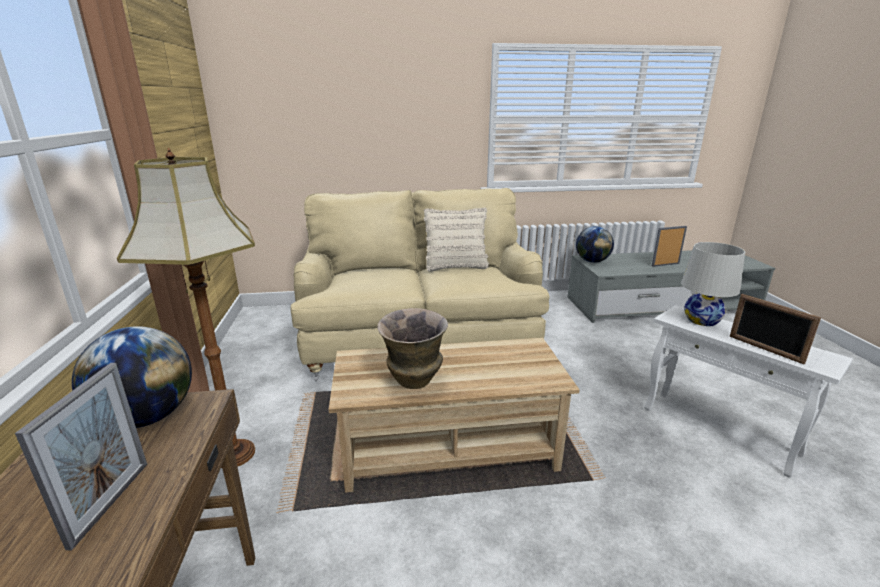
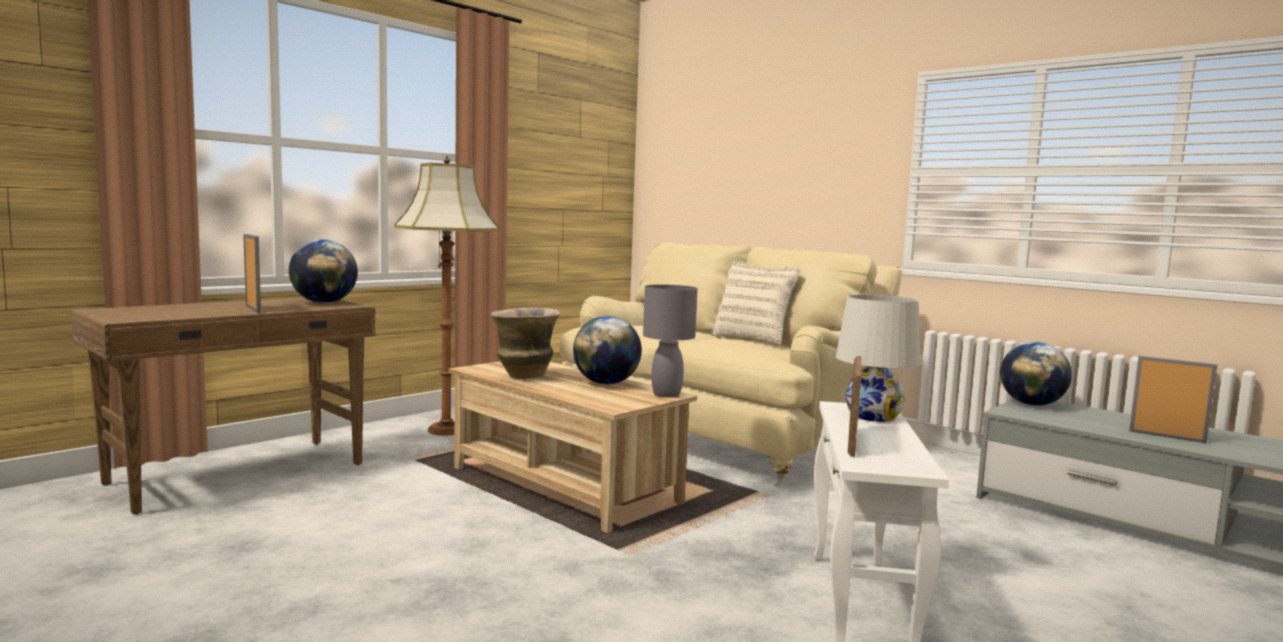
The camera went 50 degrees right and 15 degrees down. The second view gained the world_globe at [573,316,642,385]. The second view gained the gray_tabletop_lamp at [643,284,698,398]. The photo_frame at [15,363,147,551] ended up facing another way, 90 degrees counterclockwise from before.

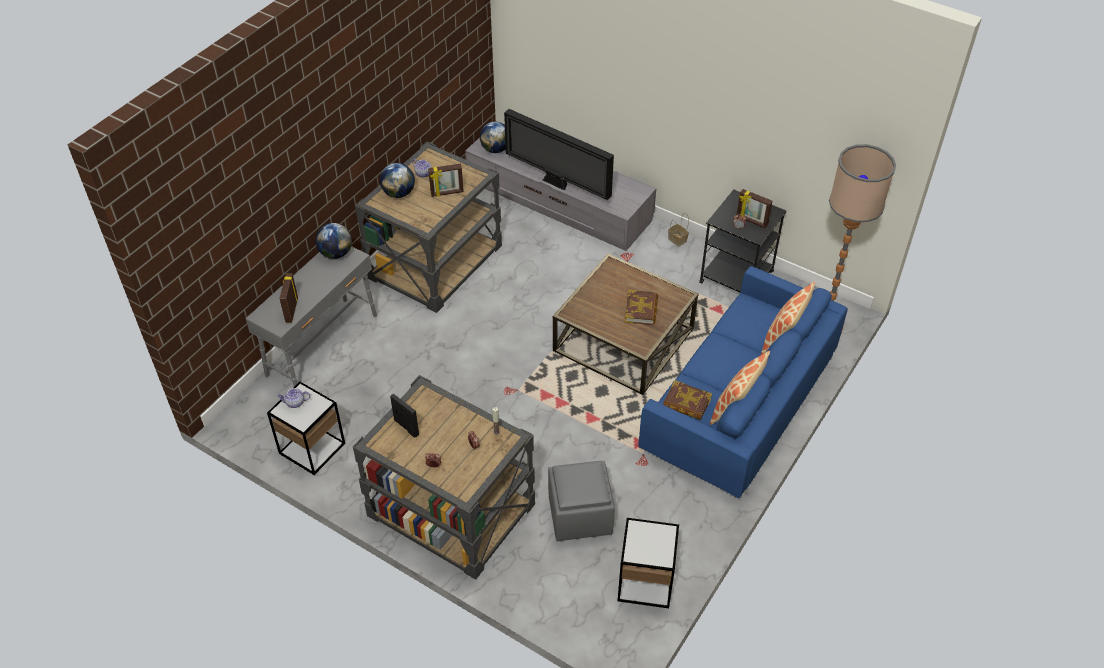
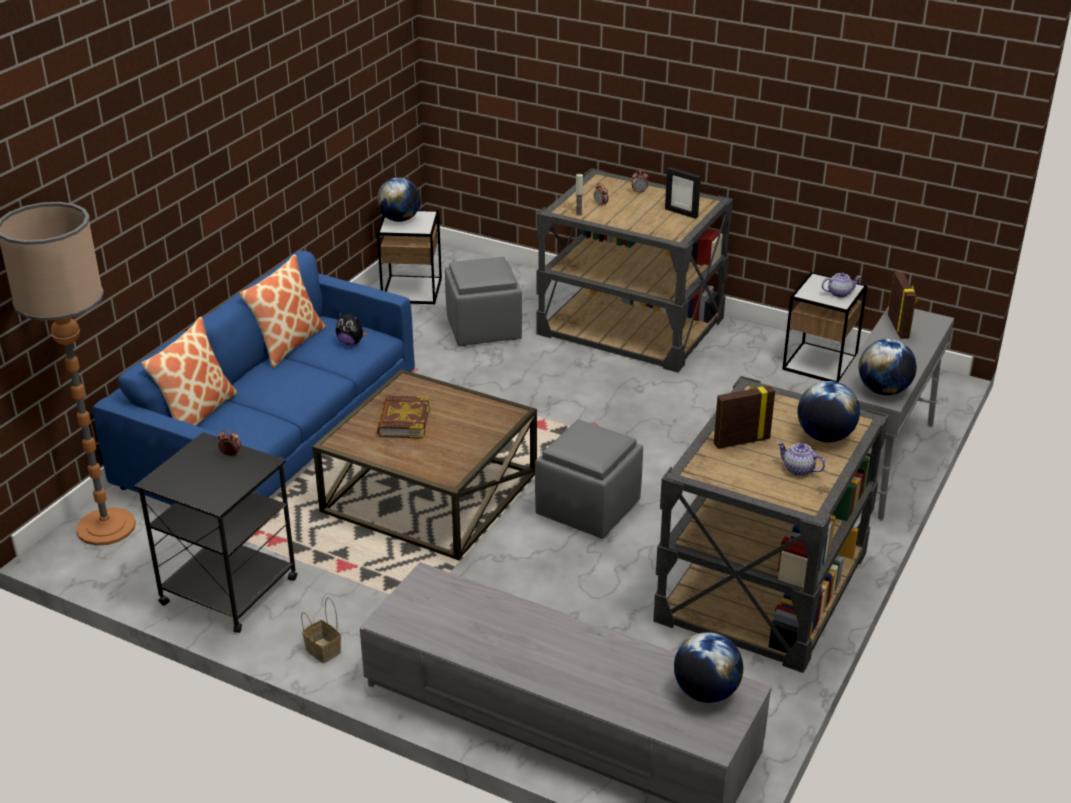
The camera went 175 degrees right and 15 degrees down. The second view lost the television at [504,109,614,200]. The second view lost the photo_frame at [737,189,772,228]. The second view gained the world_globe at [377,178,421,222]. The second view gained the gray_ottoman at [535,419,643,539]. Where the book stood at [663,380,712,420], the cuddly_toy came to stand at [336,311,368,345].

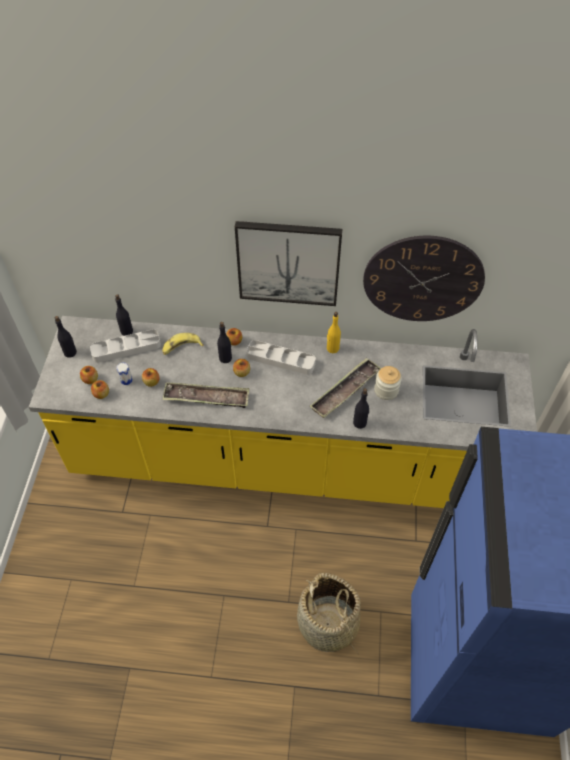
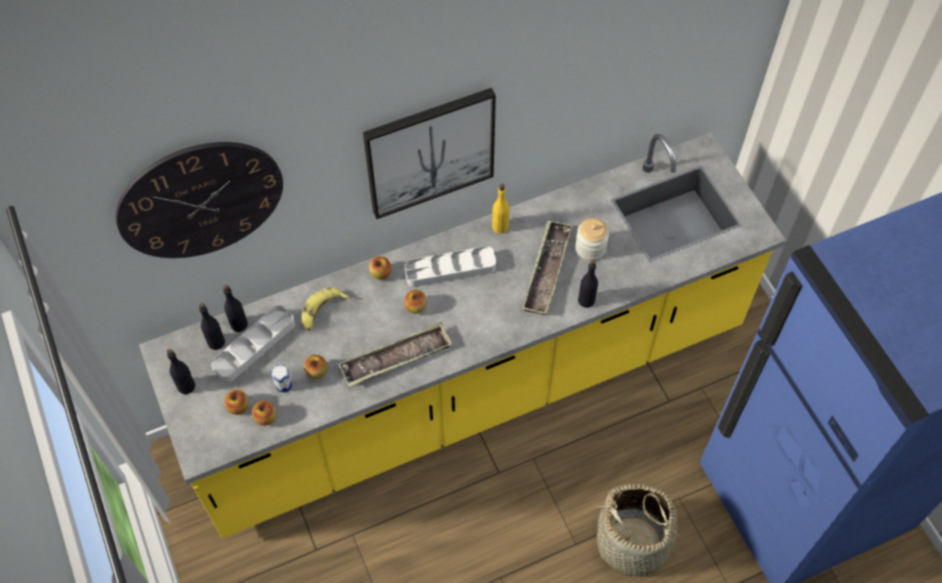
The camera went 30 degrees left and 5 degrees up. The blackish_bottle ended up elsewhere, having gone from [217,322,232,363] to [199,303,225,350]. The clock_on_the_wall ended up elsewhere, having gone from [363,236,485,321] to [116,142,283,258].

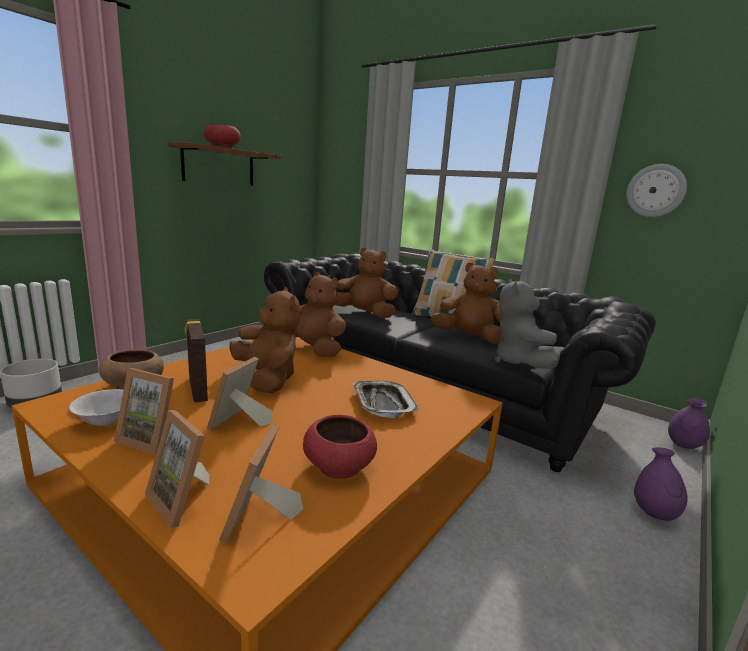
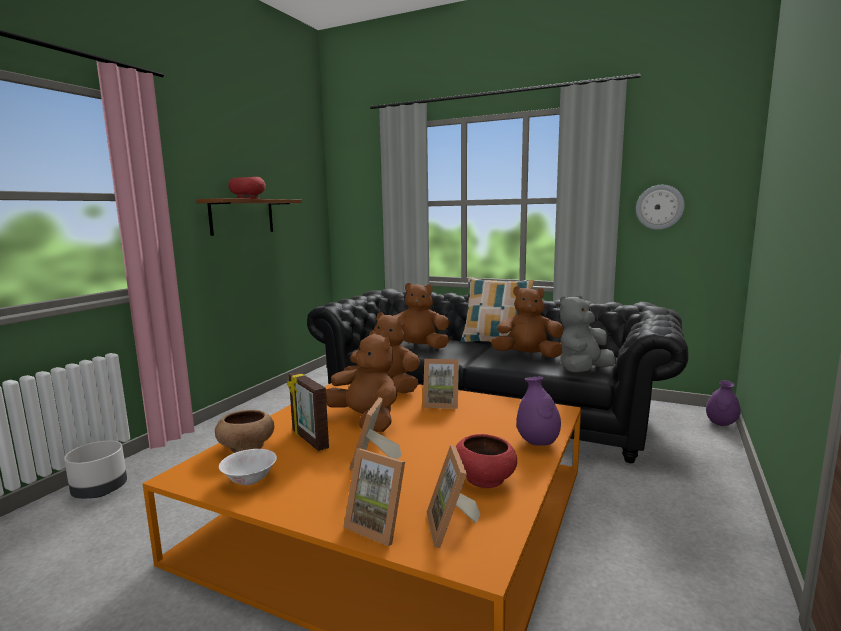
The camera went 10 degrees left and 5 degrees down. The second view lost the tray at [353,380,418,418]. The photo_frame ended up elsewhere, having gone from [114,368,174,455] to [423,359,459,409]. The purple_vase ended up elsewhere, having gone from [634,447,688,521] to [516,377,561,446]. The gray_cuddly_toy at [495,279,564,369] ended up facing another way, 60 degrees clockwise from before.

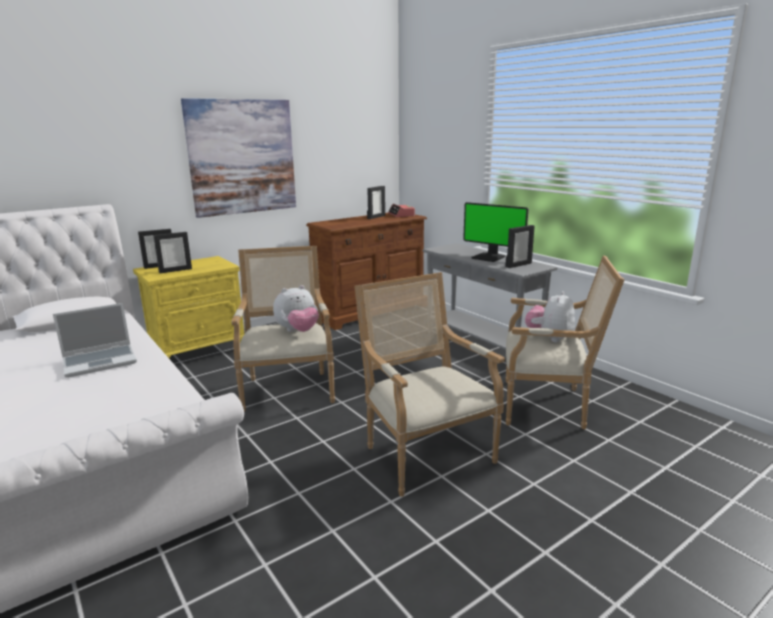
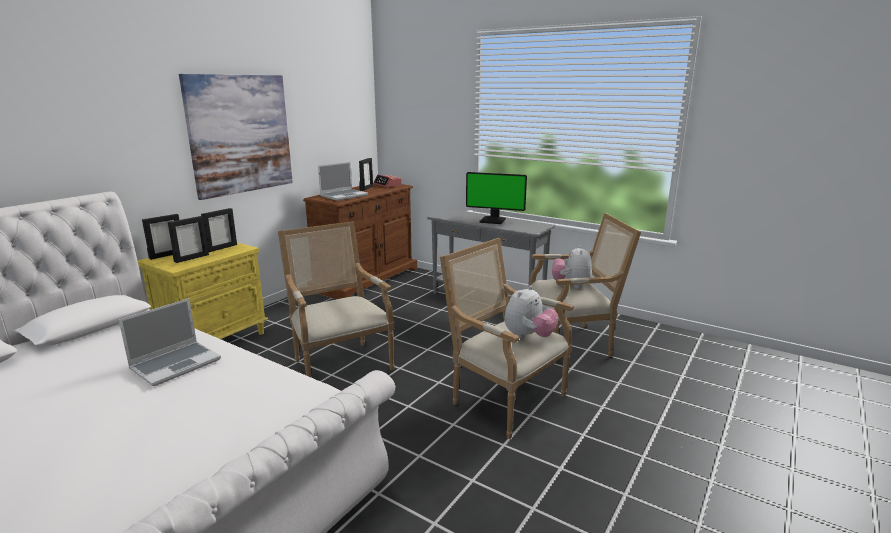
The camera went 20 degrees left and 0 degrees up. The second view gained the notebook_computer at [318,162,368,201]. The cuddly_toy ended up elsewhere, having gone from [273,285,319,332] to [504,285,559,339]. The photo_frame ended up elsewhere, having gone from [505,225,535,268] to [201,208,237,252].

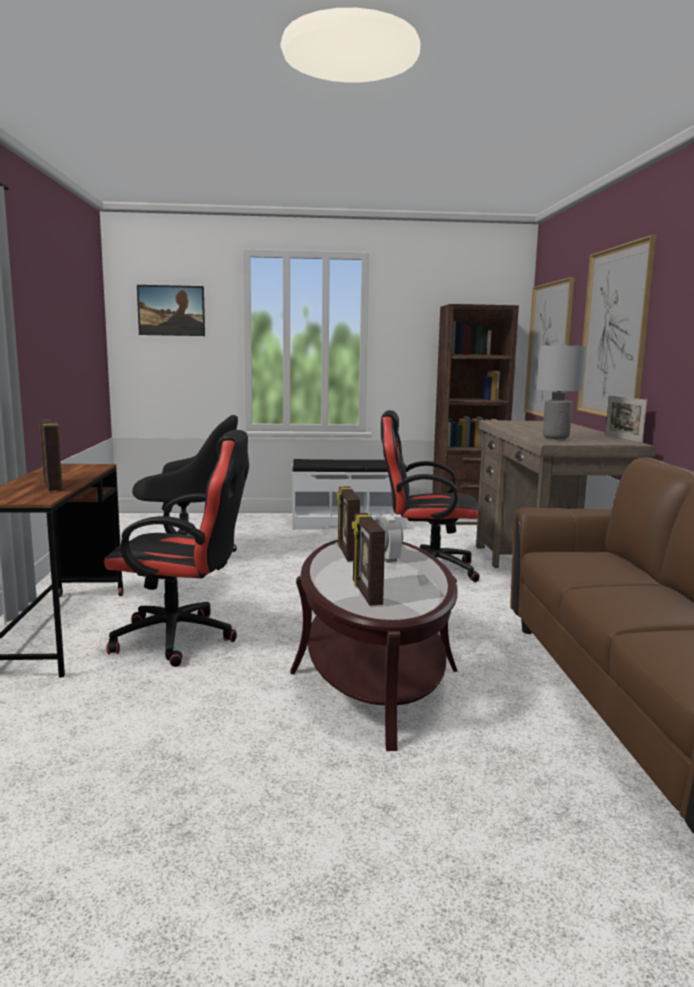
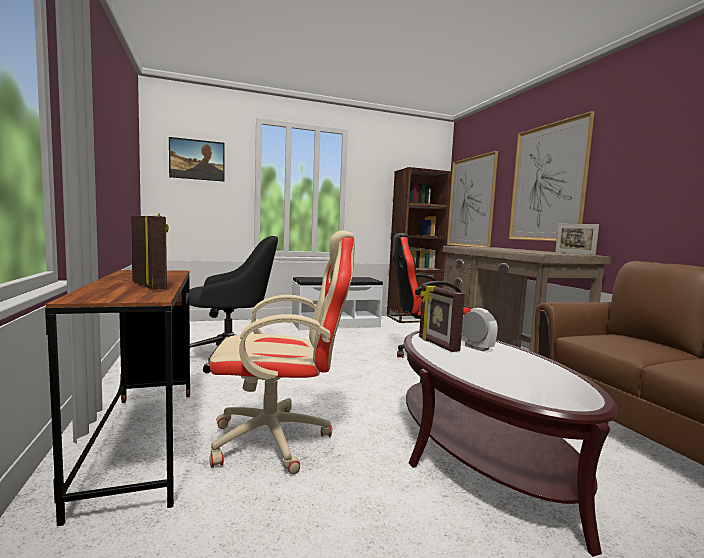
The camera went 15 degrees left and 5 degrees down. The second view lost the photo_frame at [352,513,385,606]. The second view lost the gray_tabletop_lamp at [537,344,587,440]. What was the blackish_office_chair at [104,430,249,667] turned into the beige_office_chair at [209,230,355,474].

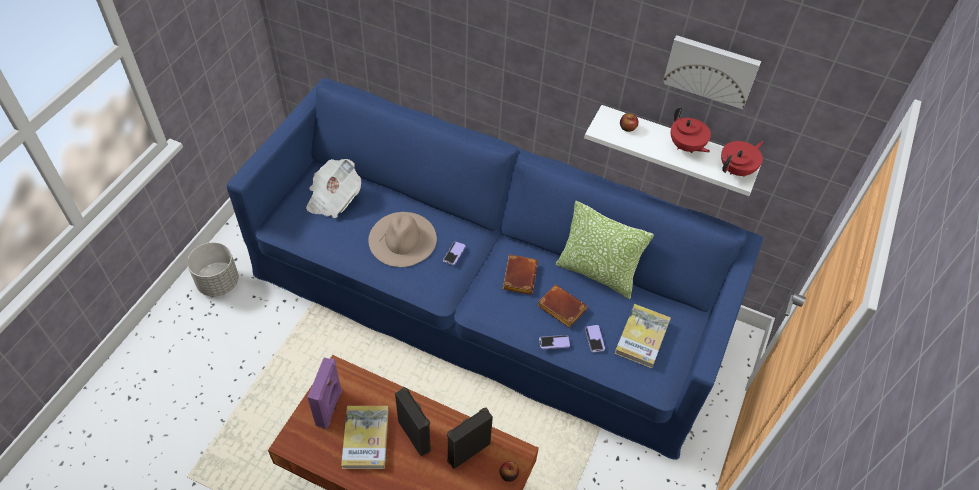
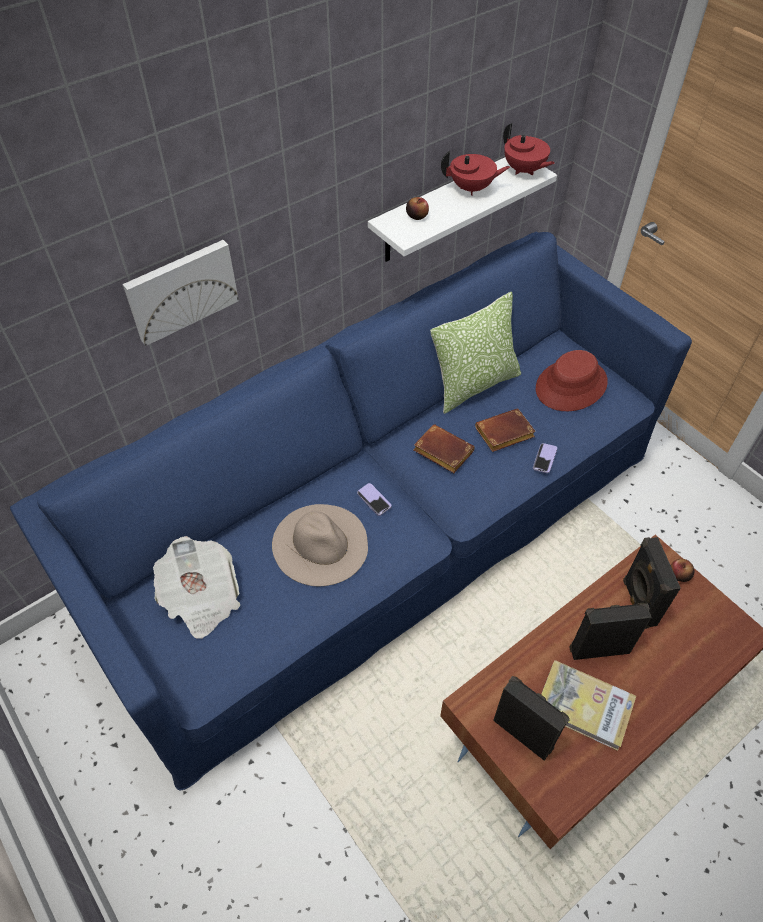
The camera went 60 degrees left and 0 degrees up. The second view lost the gray_flower_pot at [187,242,239,297]. The second view lost the telephone at [585,325,605,353]. The wall_picture ended up elsewhere, having gone from [663,35,761,109] to [123,240,239,346]. Where the book stood at [614,304,671,368], the red_wearable_hat came to stand at [536,350,608,411]. What was the purple_audio_speaker at [307,358,342,429] turned into the blackish_audio_speaker at [493,676,570,761]. The red_teapot at [721,141,763,177] ended up facing another way, 150 degrees clockwise from before.

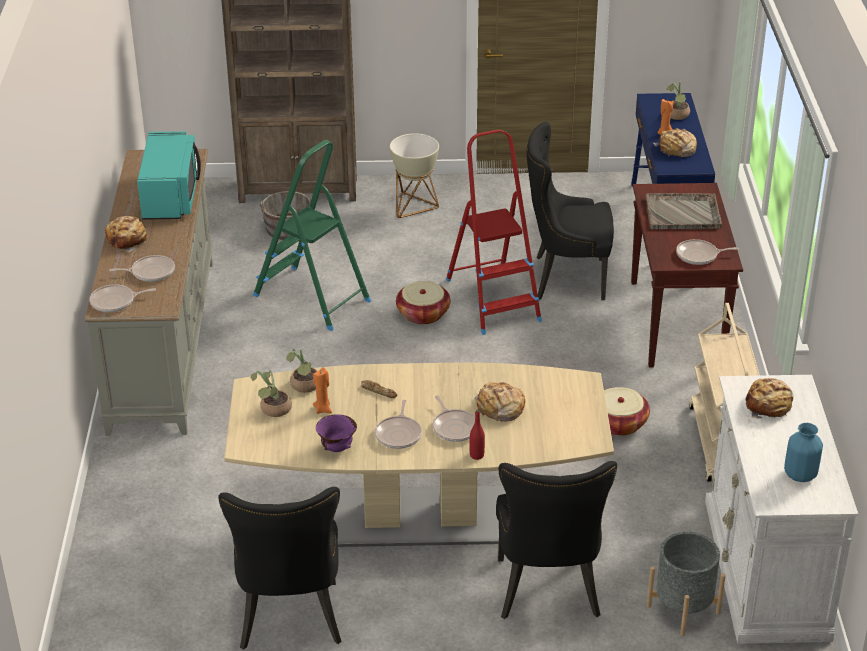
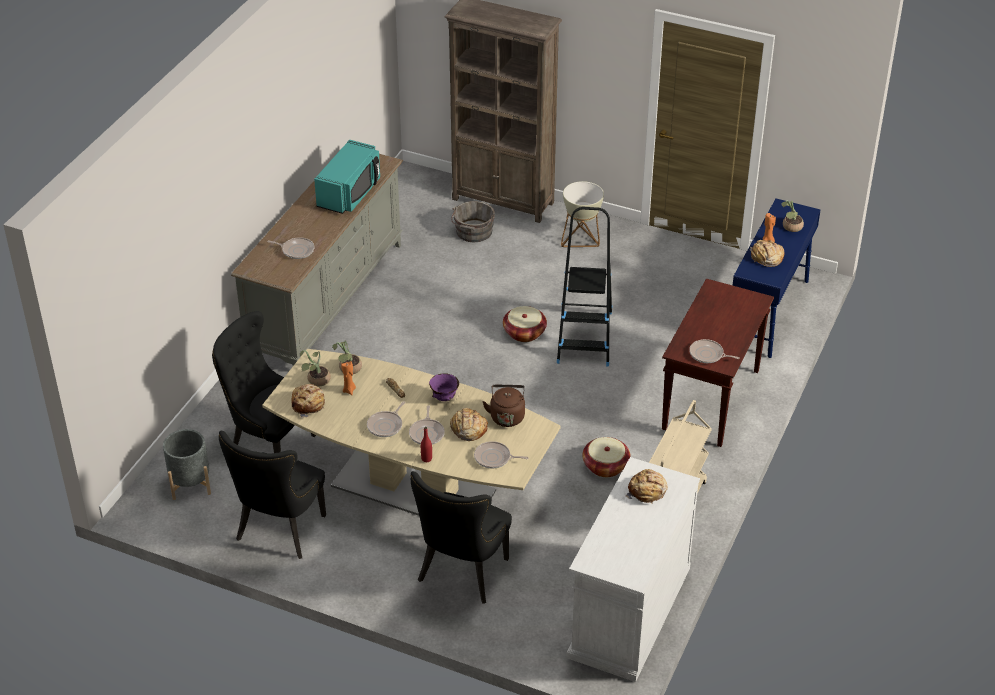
The camera went 25 degrees right and 5 degrees up. The second view lost the green_step_ladder at [253,140,371,331]. The second view lost the gray_tray at [645,193,722,229]. The second view lost the bluish_vase at [784,423,823,482]. The second view gained the brown_water_kettle at [483,385,525,427]. The frying_pan ended up elsewhere, having gone from [90,284,156,312] to [474,441,528,469]. The baked_bread ended up elsewhere, having gone from [105,216,148,252] to [291,384,325,418]. The purple_serving_bowl ended up elsewhere, having gone from [316,414,357,452] to [429,373,459,401]. The blackish_chair ended up elsewhere, having gone from [526,122,614,300] to [212,311,316,453]. The gray_flower_pot ended up elsewhere, having gone from [647,532,726,636] to [163,429,211,500]. What was the red_step_ladder at [446,130,542,335] turned into the blackish_step_ladder at [557,207,612,366].

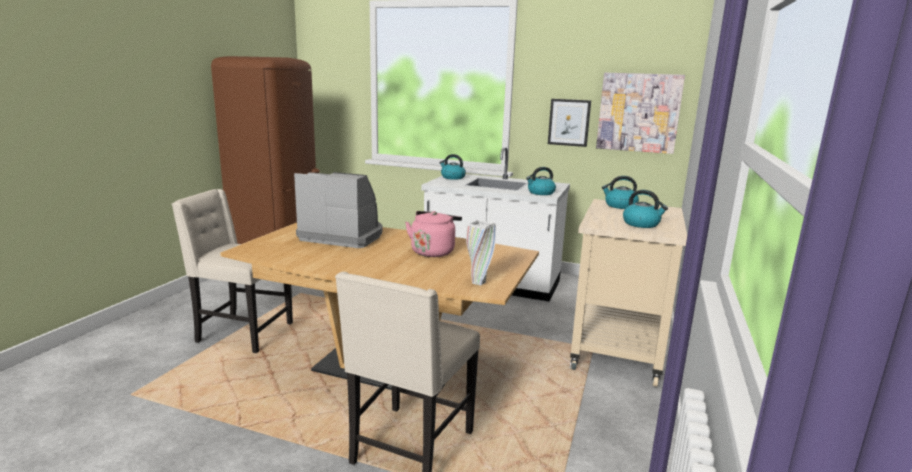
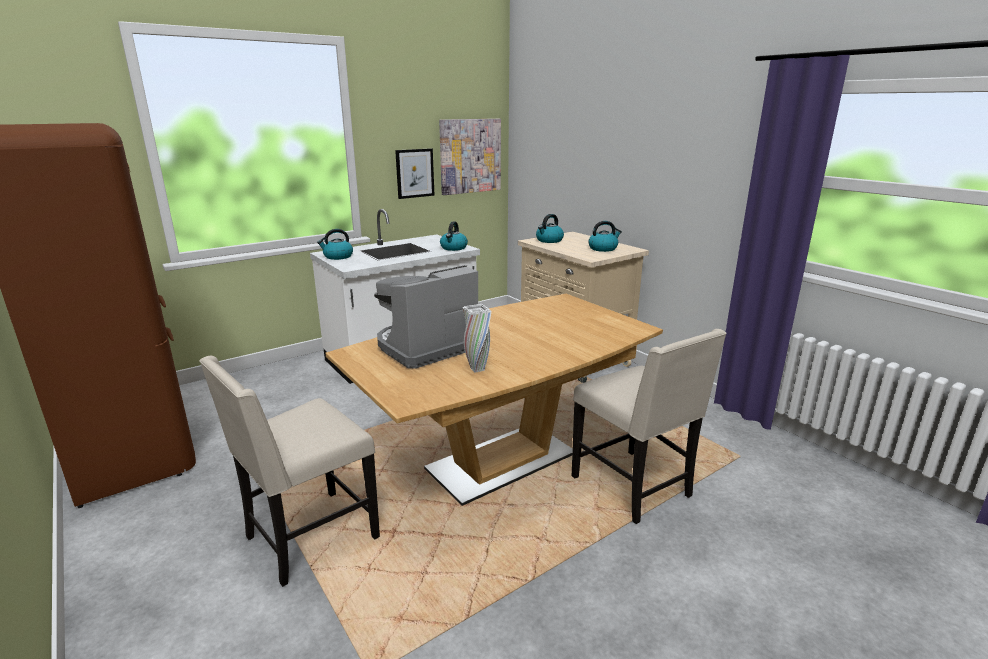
The camera went 55 degrees left and 5 degrees up. The second view lost the pink-coloured_water_kettle at [405,211,462,257]. The white-coloured_vase ended up elsewhere, having gone from [466,220,496,286] to [462,304,491,373].

